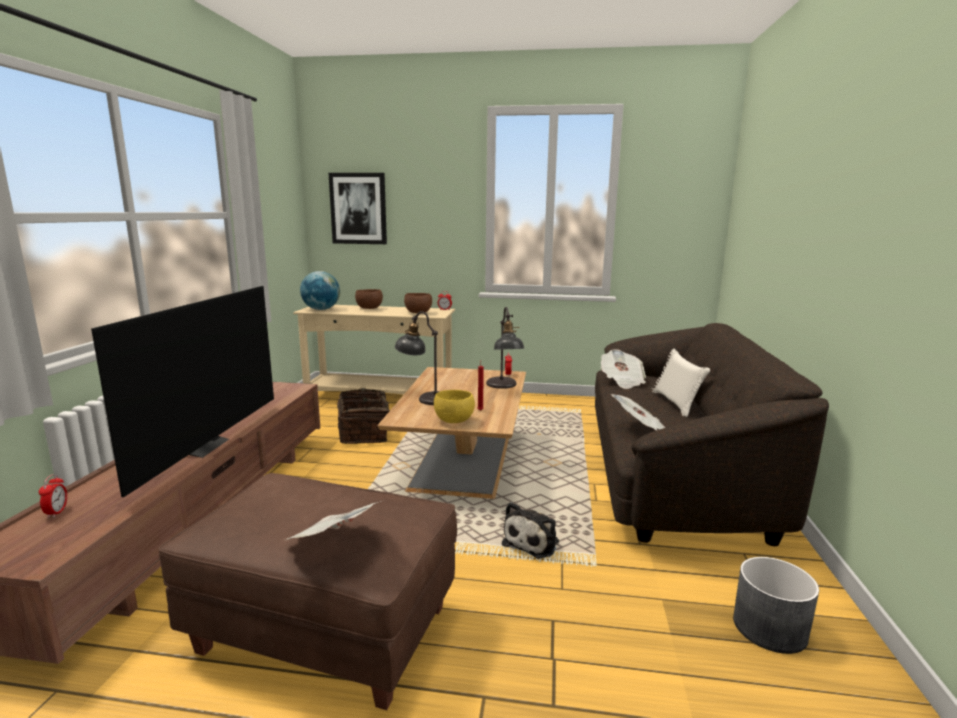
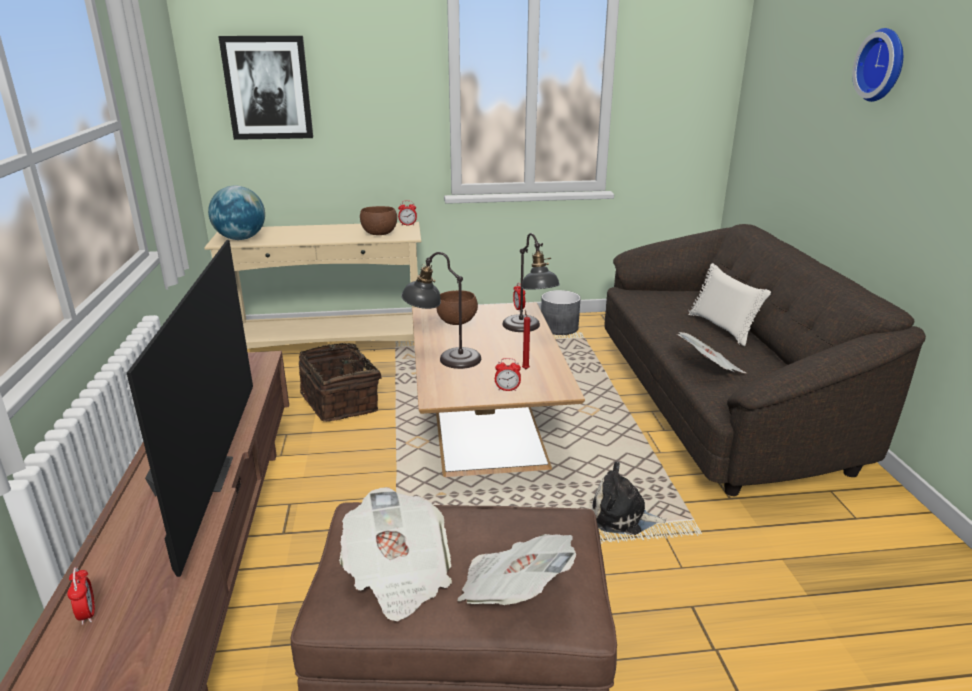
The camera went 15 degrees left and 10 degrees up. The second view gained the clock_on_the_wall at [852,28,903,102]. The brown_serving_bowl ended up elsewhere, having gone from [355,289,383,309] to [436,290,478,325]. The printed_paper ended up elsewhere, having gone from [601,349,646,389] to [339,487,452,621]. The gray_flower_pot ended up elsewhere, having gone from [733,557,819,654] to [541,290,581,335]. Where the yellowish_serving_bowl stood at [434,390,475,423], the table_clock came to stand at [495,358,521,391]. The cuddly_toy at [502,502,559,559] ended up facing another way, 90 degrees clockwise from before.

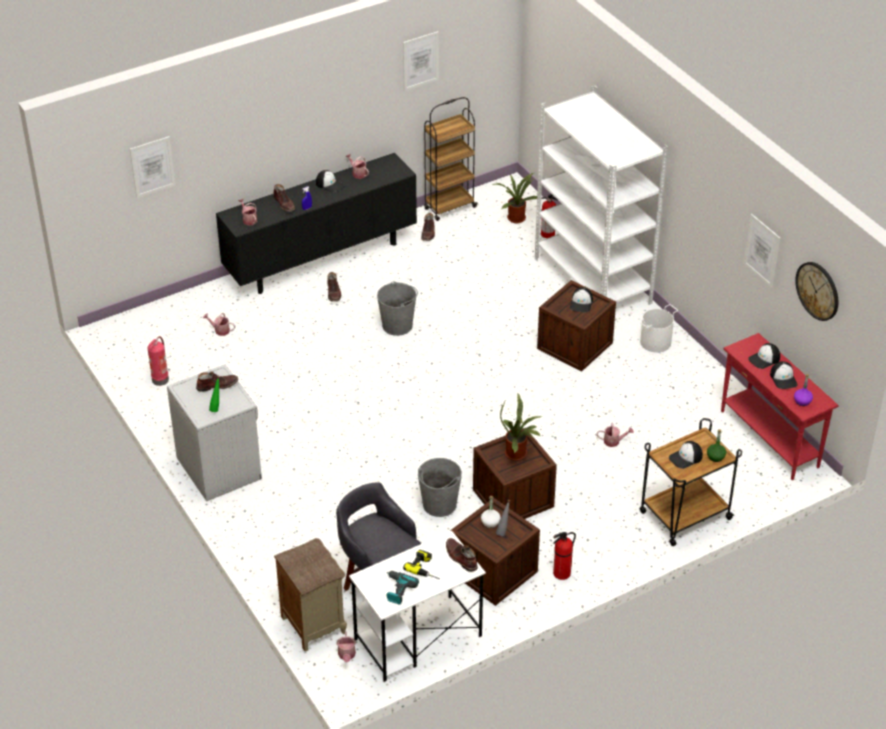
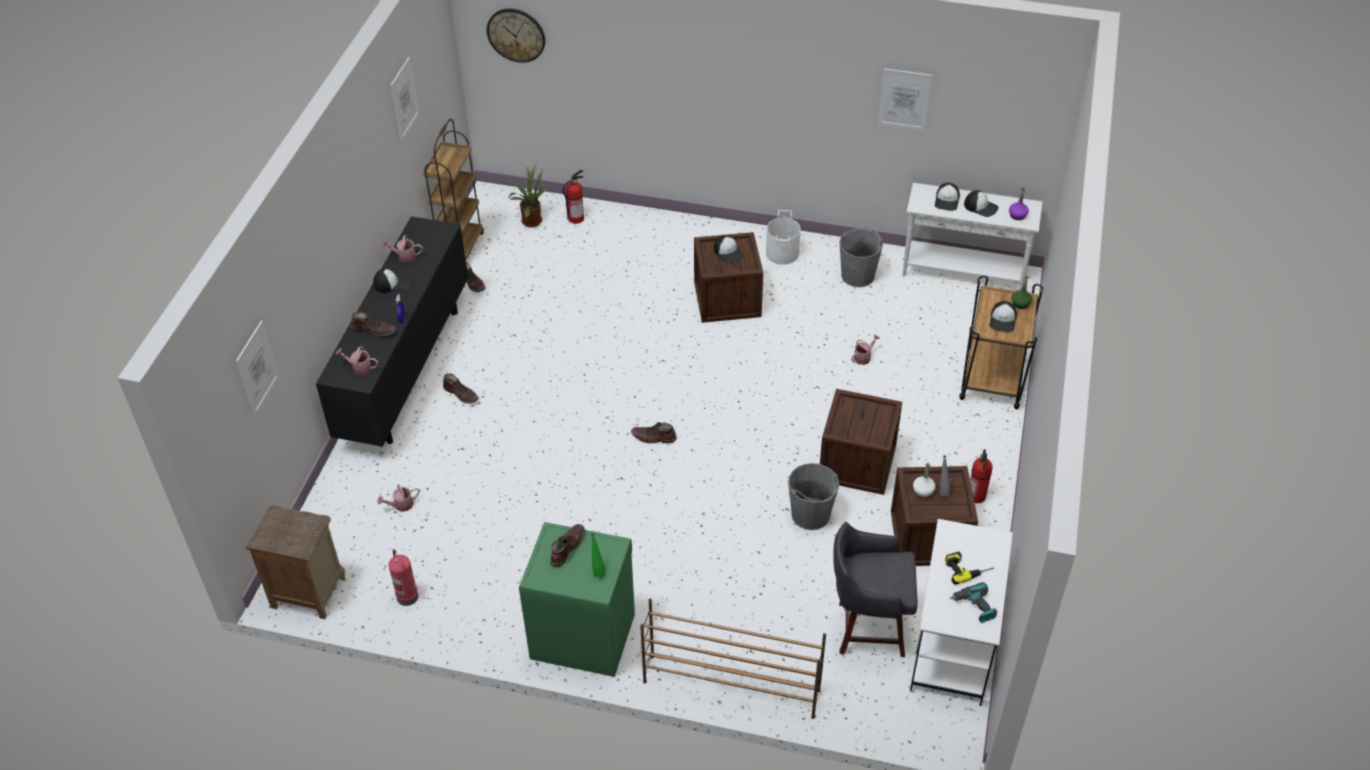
The camera went 45 degrees left and 5 degrees up. The second view lost the sprinkling_can at [336,632,356,662]. The second view lost the plant_in_a_pot at [500,394,542,461]. The second view lost the white-coloured_shelving_unit at [535,86,668,305]. The second view gained the brown_shoe_shelf at [640,598,826,719]. The beige_bedside_table ended up elsewhere, having gone from [274,538,347,652] to [246,505,346,619]. The gray_bucket ended up elsewhere, having gone from [377,281,418,336] to [839,228,883,287]. The brown_tall_boot ended up elsewhere, having gone from [446,538,478,572] to [631,422,677,443]. The clock_on_the_wall ended up elsewhere, having gone from [795,262,838,321] to [487,9,545,63]. What was the white-coloured_laundry_machine at [167,365,262,501] turned into the green_laundry_machine at [519,522,635,677]. What was the red_hall_table at [721,333,839,480] turned into the white-coloured_hall_table at [902,183,1042,290].

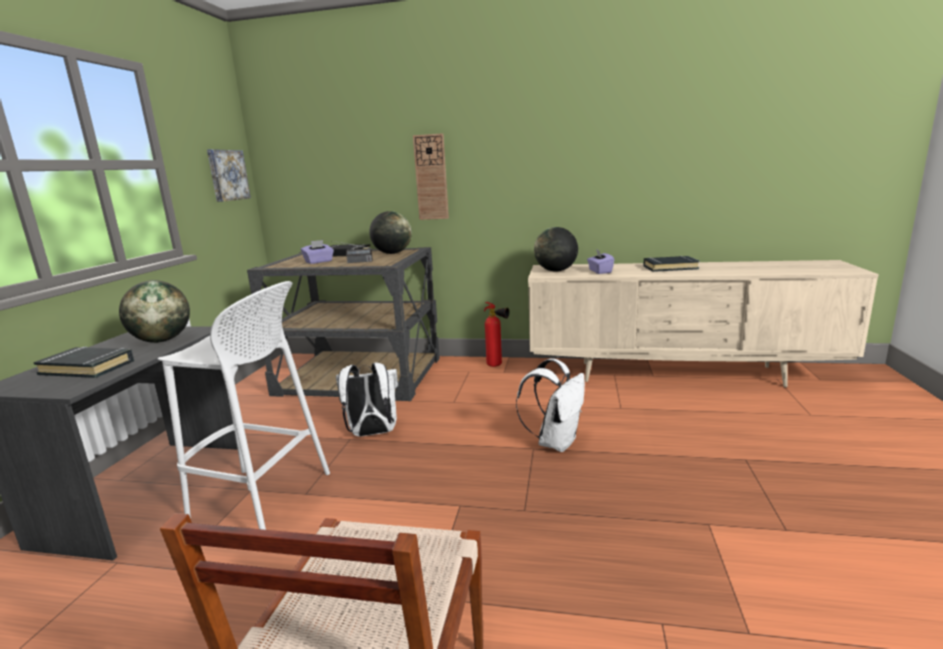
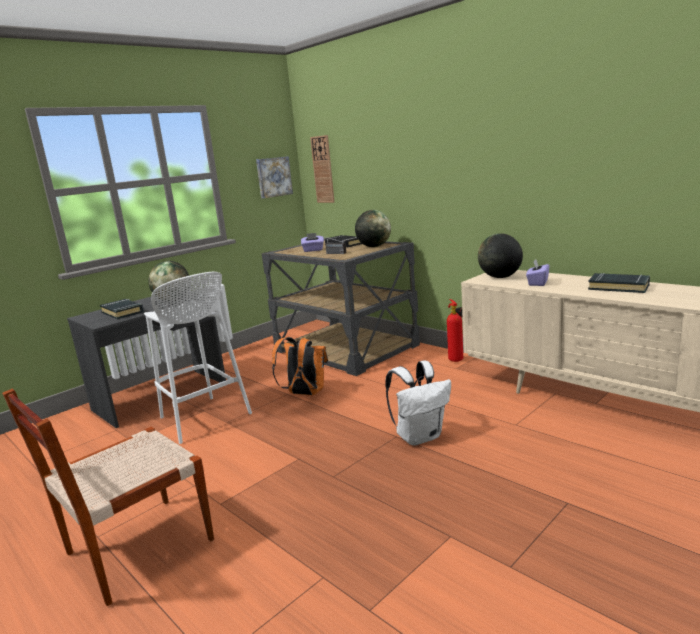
The camera went 35 degrees right and 0 degrees up. The clock_on_the_wall ended up elsewhere, having gone from [413,133,449,220] to [310,135,334,203]. What was the white-coloured_backpack at [336,362,398,437] turned into the orange-coloured_backpack at [272,337,328,395].

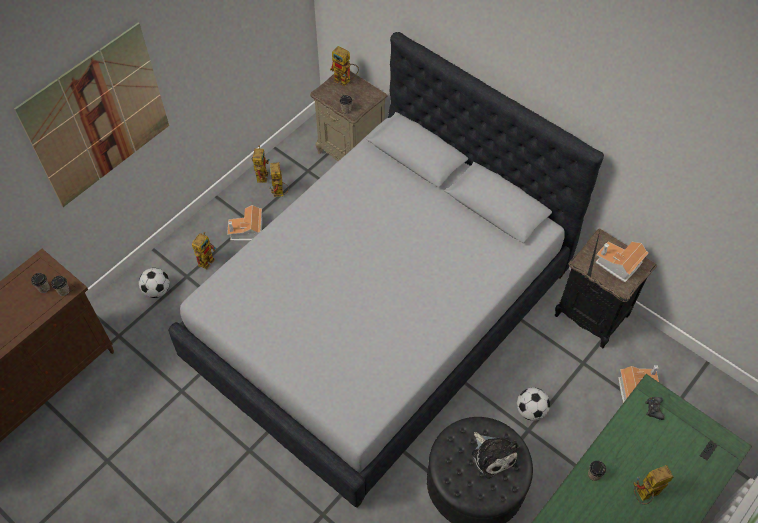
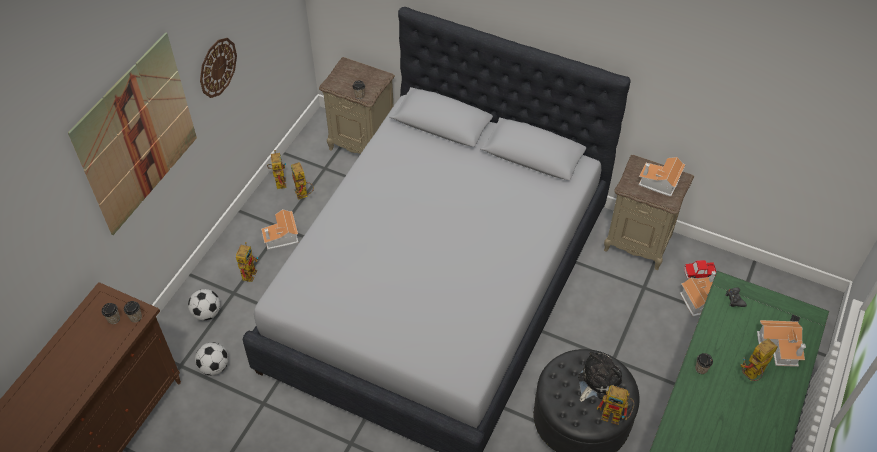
The camera went 15 degrees left and 5 degrees down. The second view gained the clock_on_the_wall at [200,38,237,98]. The second view gained the miniature_car at [684,260,716,279]. The second view gained the toy_house at [757,320,806,367]. The toy_robot ended up elsewhere, having gone from [330,46,359,87] to [597,385,634,425]. The football_ball ended up elsewhere, having gone from [517,388,550,421] to [195,342,229,375]. What was the blackish_bedside_table at [555,228,657,348] turned into the beige_bedside_table at [604,155,694,270]. The cuddly_toy at [472,432,518,479] ended up facing another way, 90 degrees counterclockwise from before.

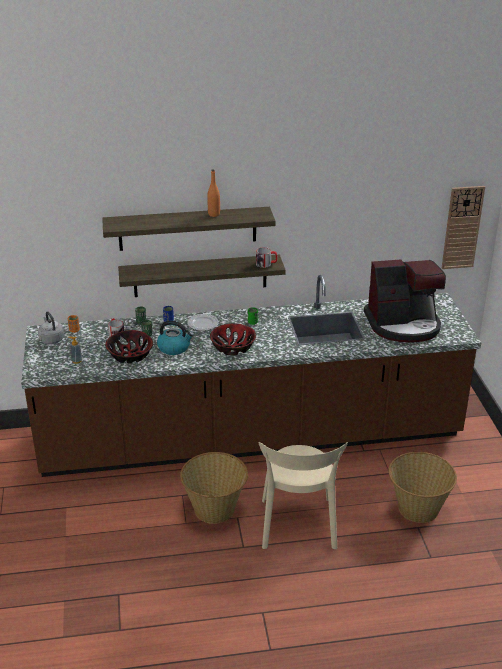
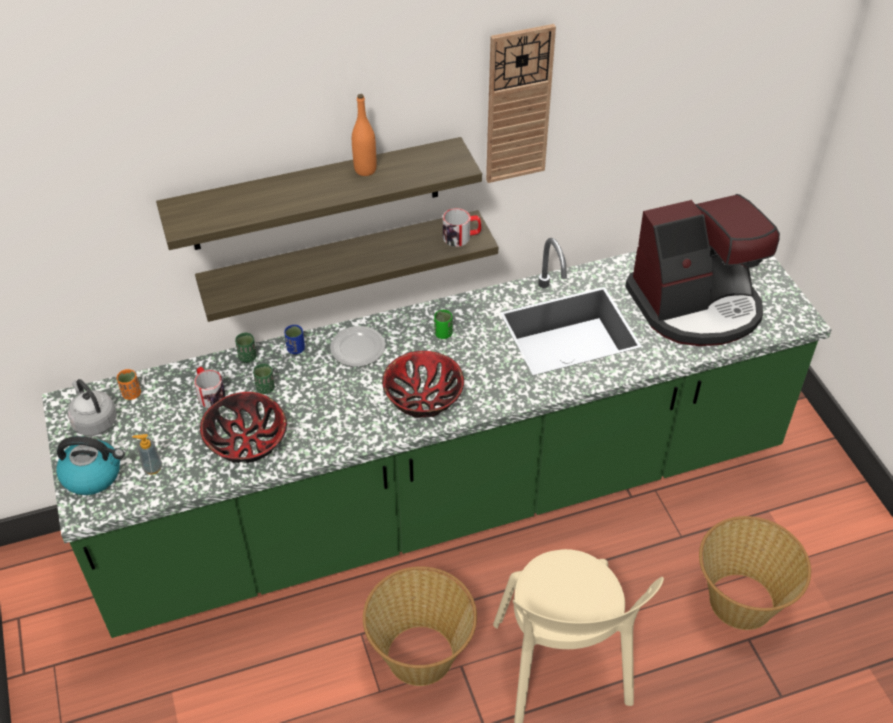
The camera went 10 degrees left and 15 degrees up. The water_kettle ended up elsewhere, having gone from [157,321,194,355] to [56,436,124,495]. The clock_on_the_wall ended up elsewhere, having gone from [442,186,485,269] to [486,24,556,183]. What was the brown_counter at [21,275,481,477] turned into the green_counter at [42,238,831,638].

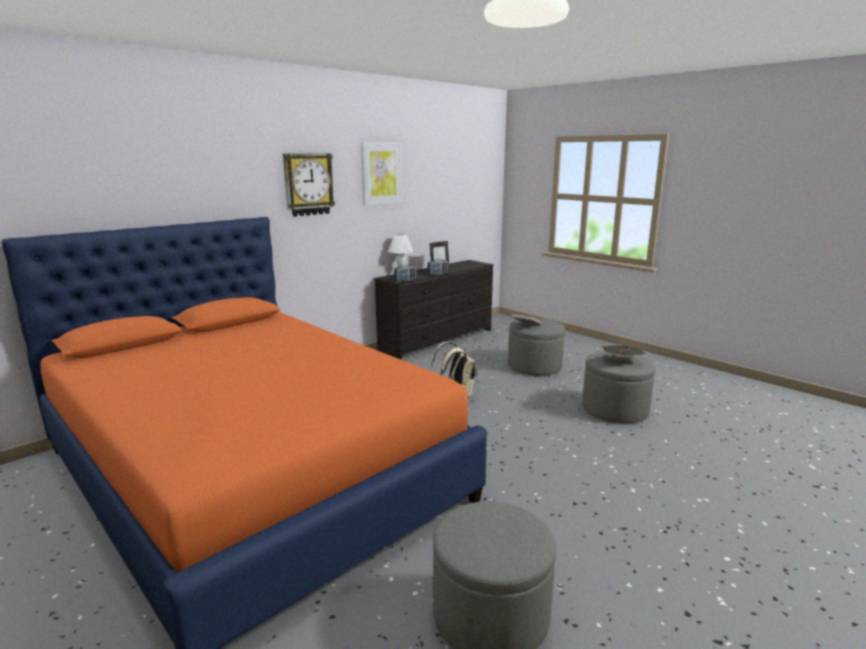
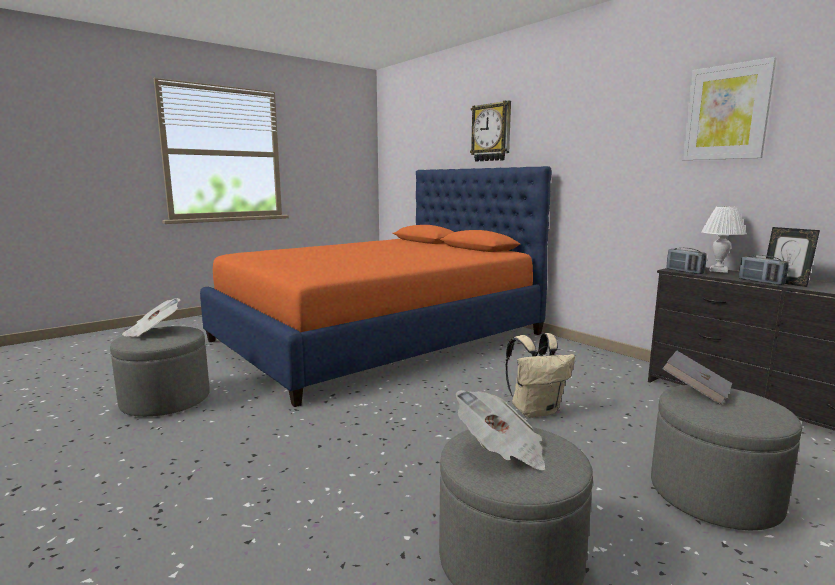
The camera went 95 degrees right and 5 degrees down. The second view gained the printed_paper at [122,298,181,337]. The clock_on_the_wall ended up elsewhere, having gone from [283,153,335,217] to [470,101,511,161].

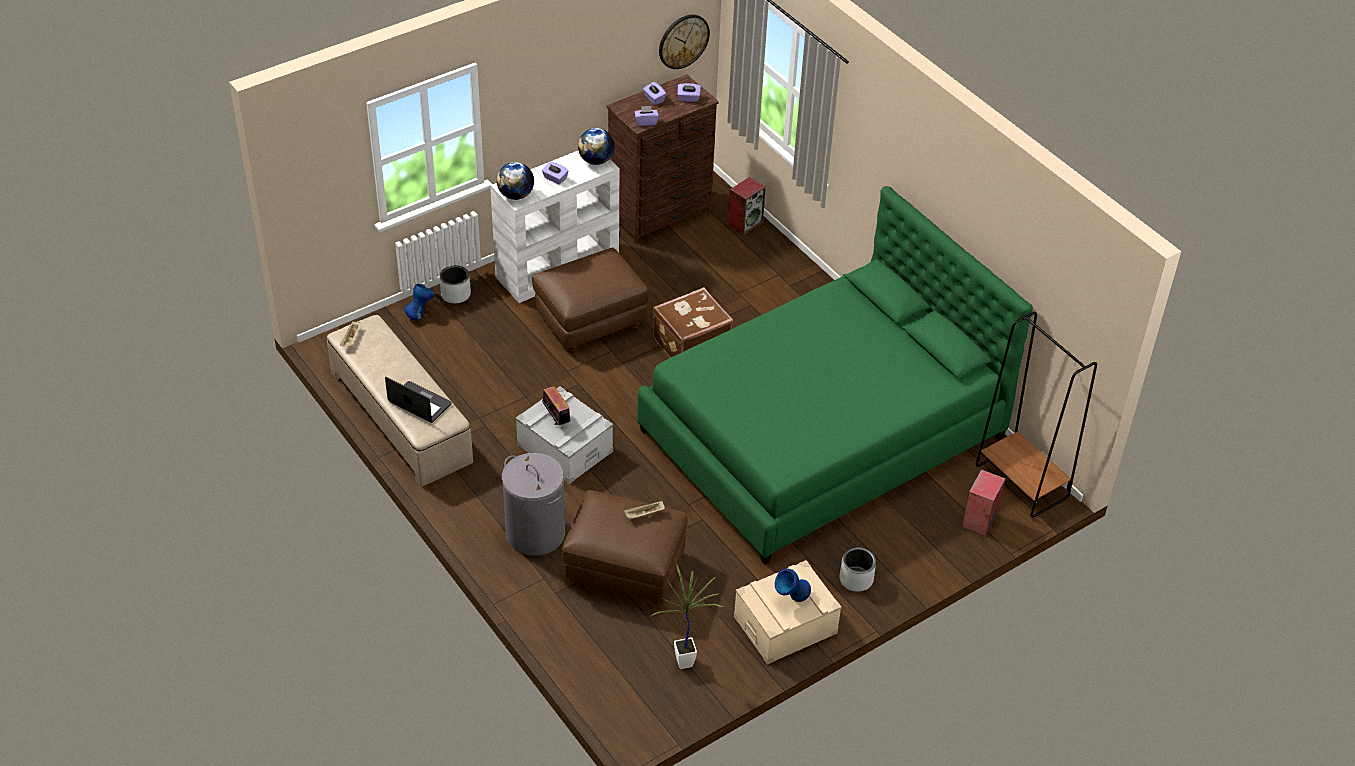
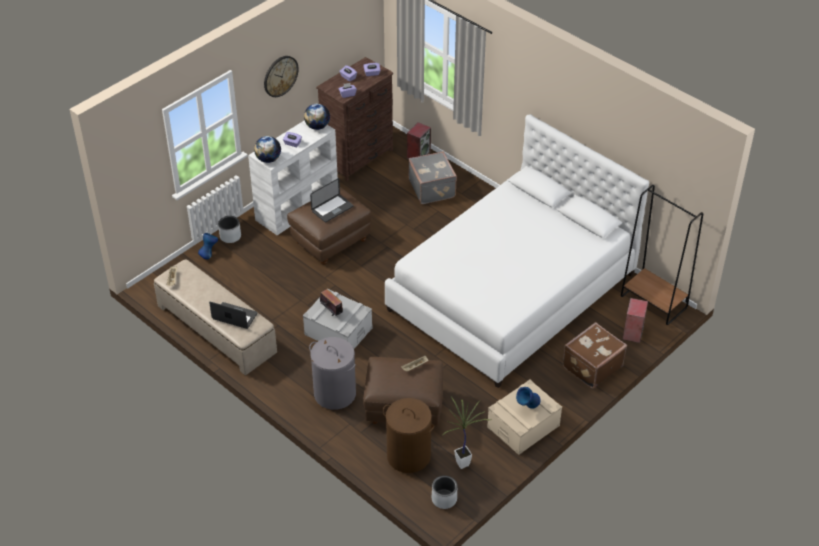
The camera went 10 degrees left and 0 degrees up. The second view gained the notebook_computer at [310,178,353,223]. The second view gained the brown_laundry_basket at [383,398,434,473]. The second view gained the gray_suitcase at [408,151,457,204]. The brown_suitcase ended up elsewhere, having gone from [653,287,733,358] to [562,322,627,389]. The clock_on_the_wall ended up elsewhere, having gone from [659,15,710,69] to [264,56,299,97]. The gray_flower_pot ended up elsewhere, having gone from [839,547,876,592] to [432,476,457,509]. What was the green_bed at [637,186,1033,565] turned into the white-coloured_bed at [385,114,649,388].

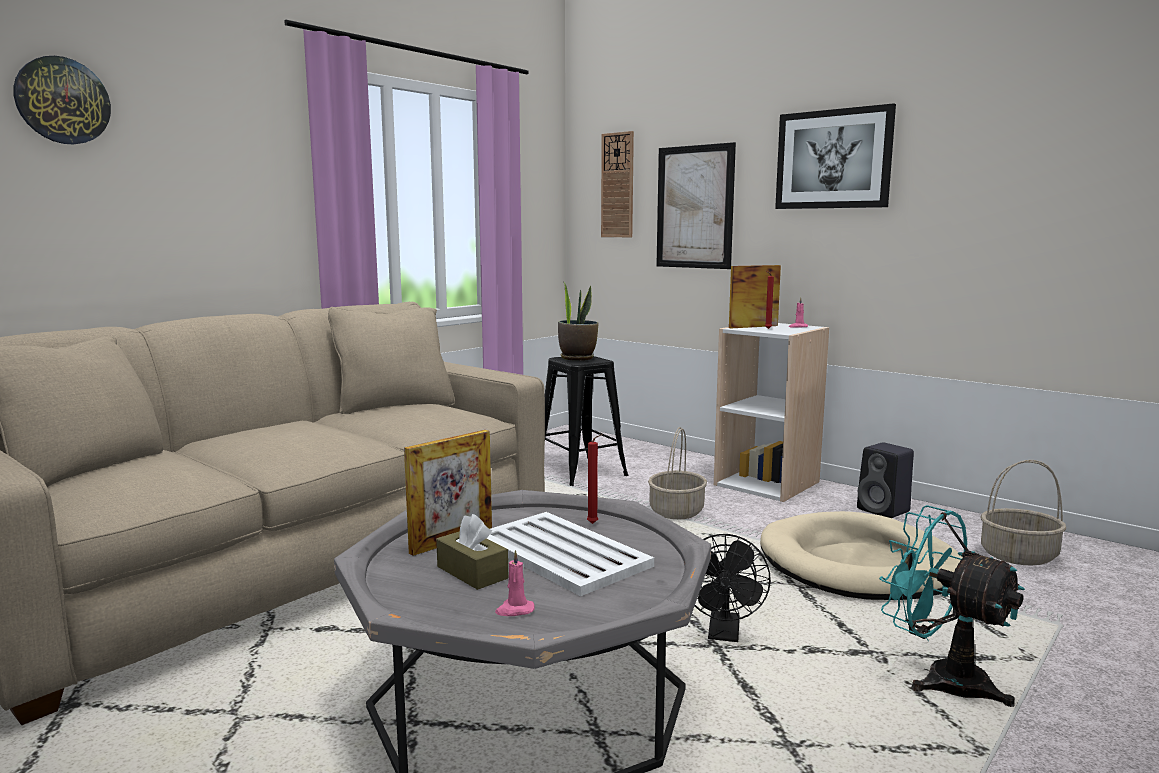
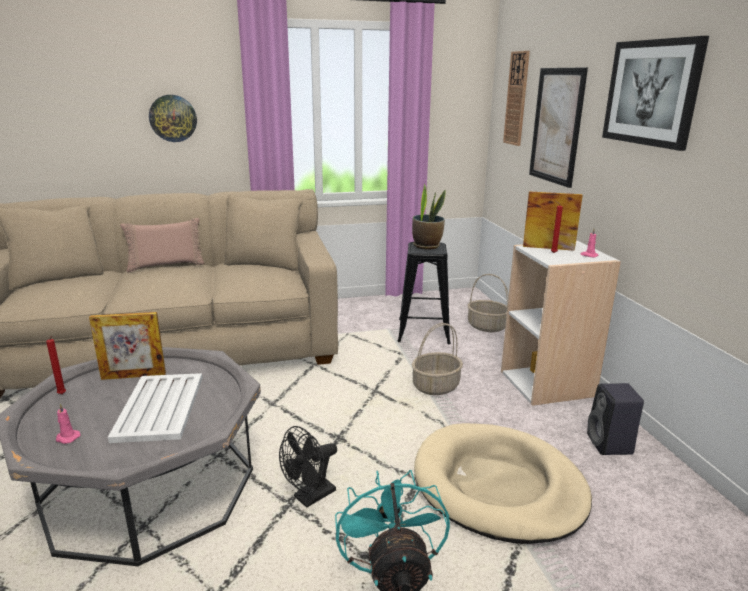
The camera went 35 degrees right and 10 degrees up. The second view lost the brown_tissue_holder at [436,514,508,590]. The second view gained the beige_pillow at [120,218,204,272]. The clock_on_the_wall ended up elsewhere, having gone from [13,56,111,144] to [149,95,197,142]. The red_wax_candle ended up elsewhere, having gone from [587,434,603,524] to [46,336,66,394]. The storage_basket ended up elsewhere, having gone from [981,460,1066,565] to [467,274,509,332].

